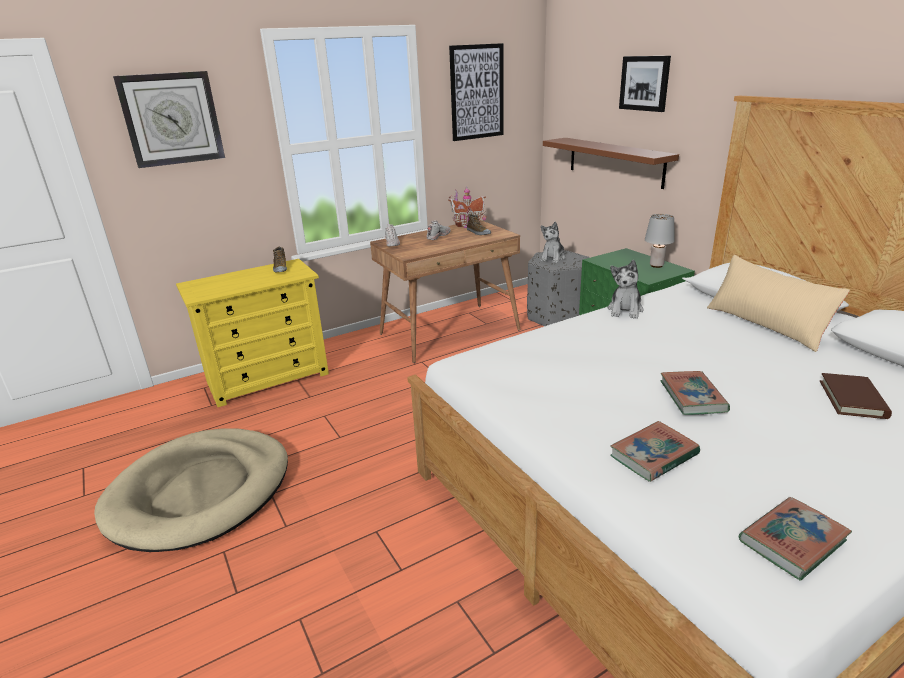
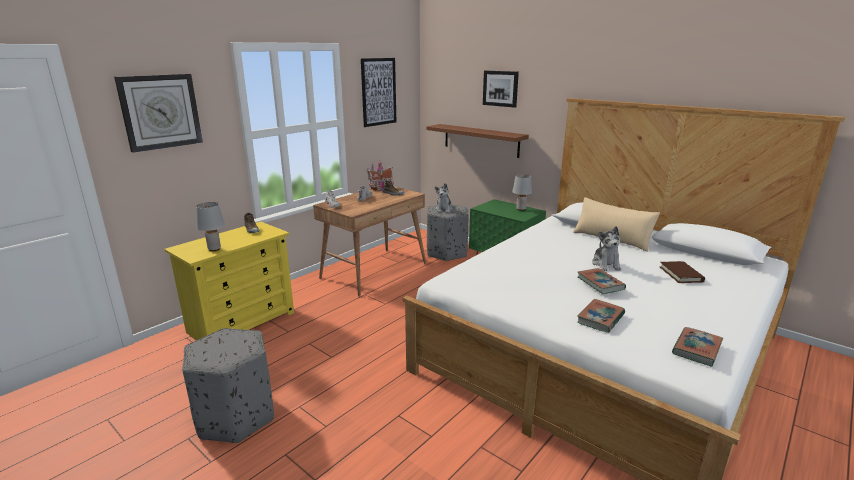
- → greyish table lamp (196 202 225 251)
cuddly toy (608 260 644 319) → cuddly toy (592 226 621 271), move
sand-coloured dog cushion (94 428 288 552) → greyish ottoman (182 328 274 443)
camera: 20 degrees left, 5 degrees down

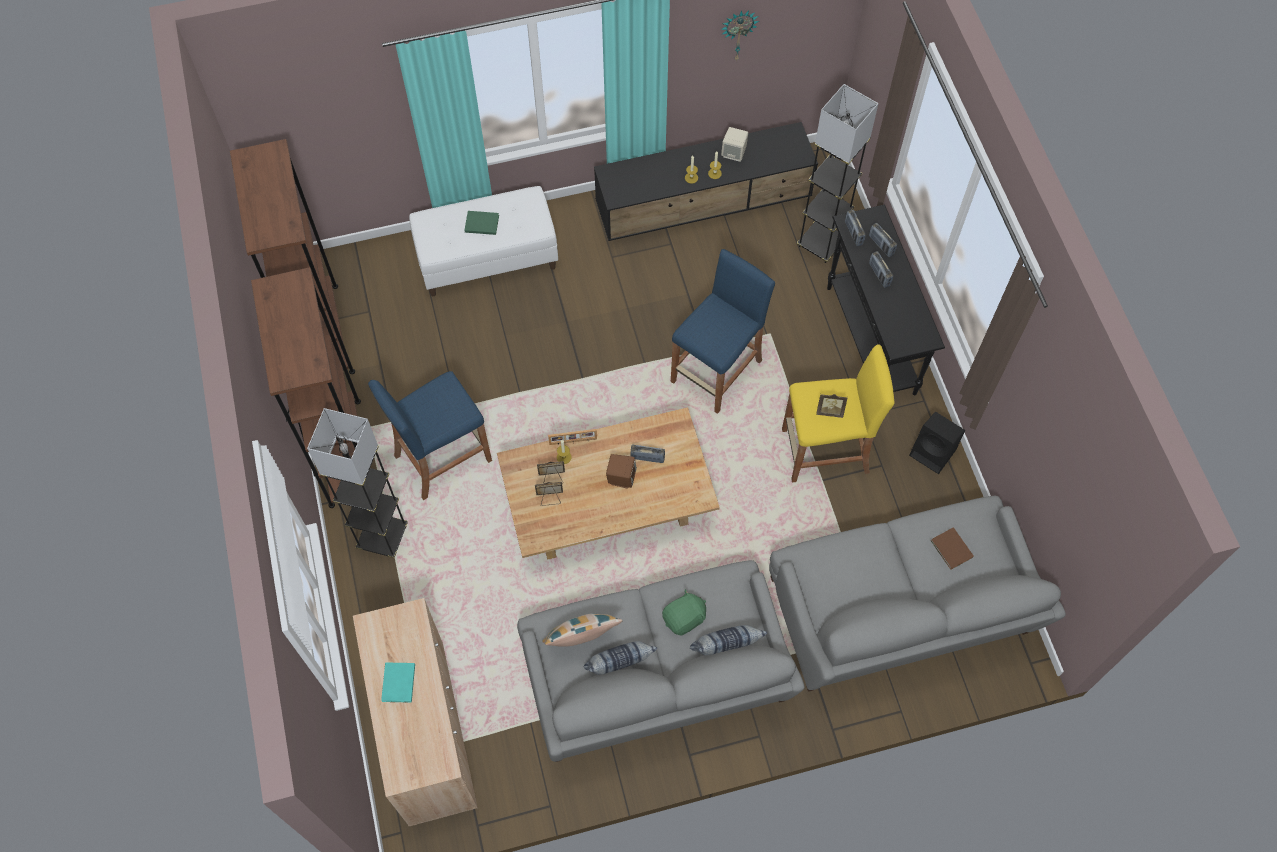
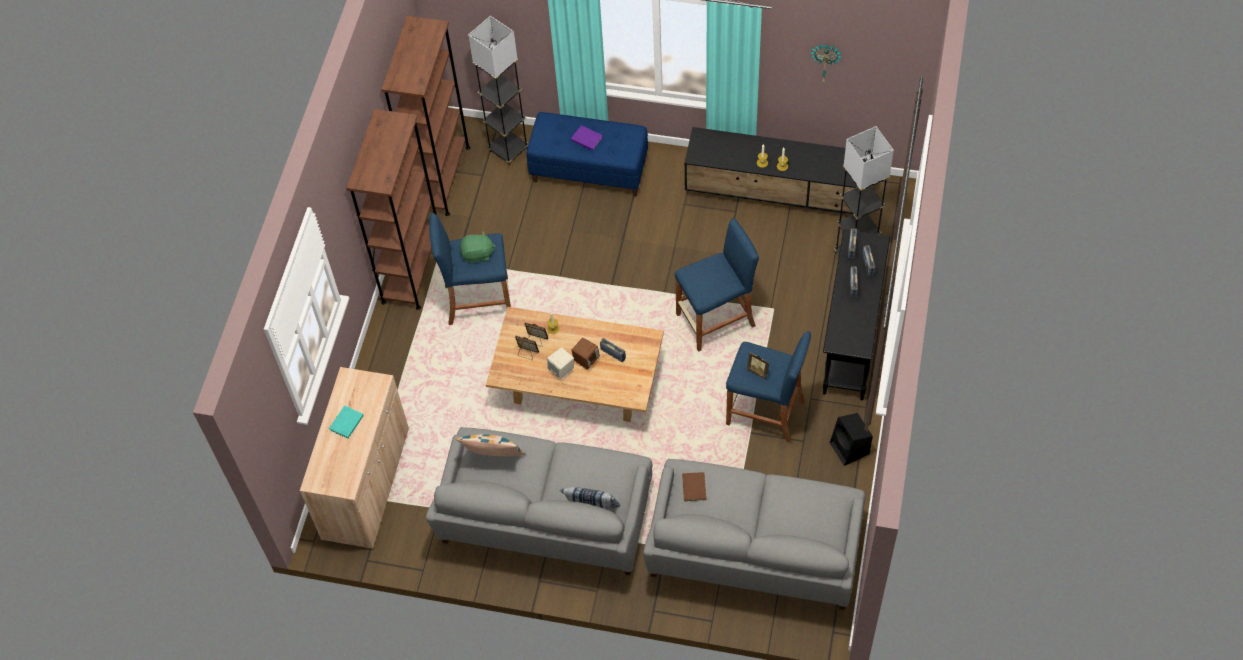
standing frame (548 429 597 445) → -
cushion (584 641 657 675) → -
greyish floor lamp (307 408 408 558) → greyish floor lamp (468 16 529 165), move
green-coloured cuddly toy (662 589 706 636) → green-coloured cuddly toy (460 231 496 263), move
sand-coloured loudspeaker (721 127 748 162) → sand-coloured loudspeaker (547 347 574 380), move
brownish book (931 527 974 570) → brownish book (682 472 706 501), move
white indoor bench (409 186 558 296) → bluish indoor bench (526 112 648 197)
green-coloured book (464 211 499 235) → purple book (571 125 603 151)
yellow-coloured stool seat (782 344 895 482) → bluish stool seat (726 331 811 443)
camera: 30 degrees right, 5 degrees down

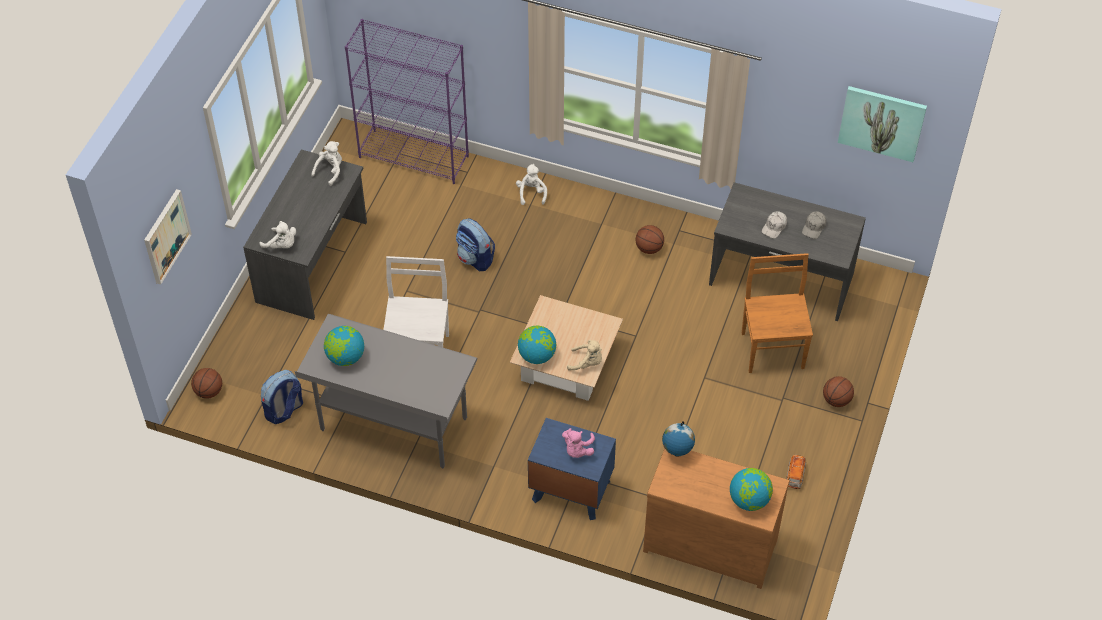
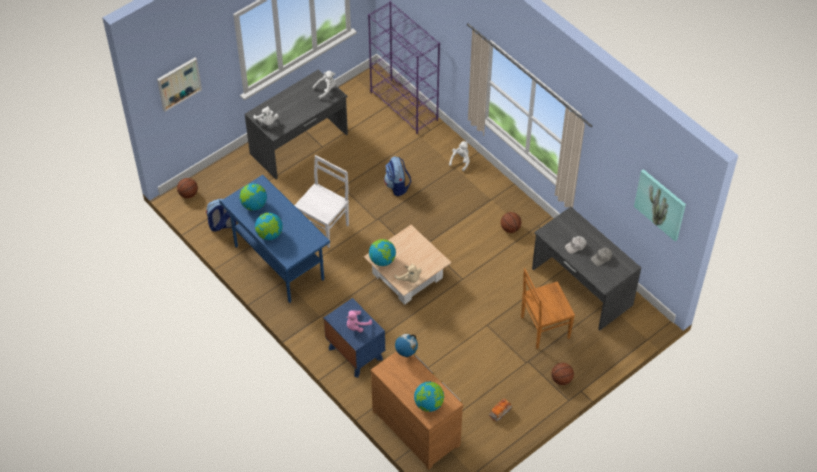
- → world globe (255 213 283 240)
greyish desk (295 314 477 469) → bluish desk (219 175 330 303)
brownish upright chair (742 253 813 373) → brownish upright chair (521 268 575 349), 135 degrees counterclockwise
camera: 30 degrees right, 0 degrees up

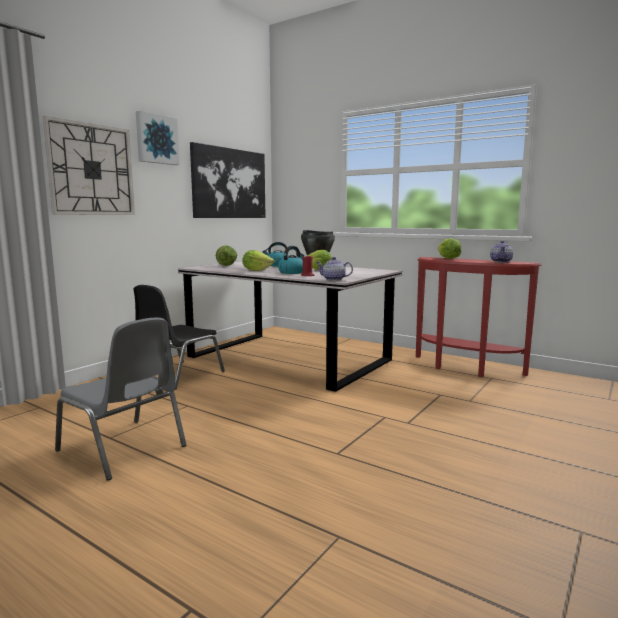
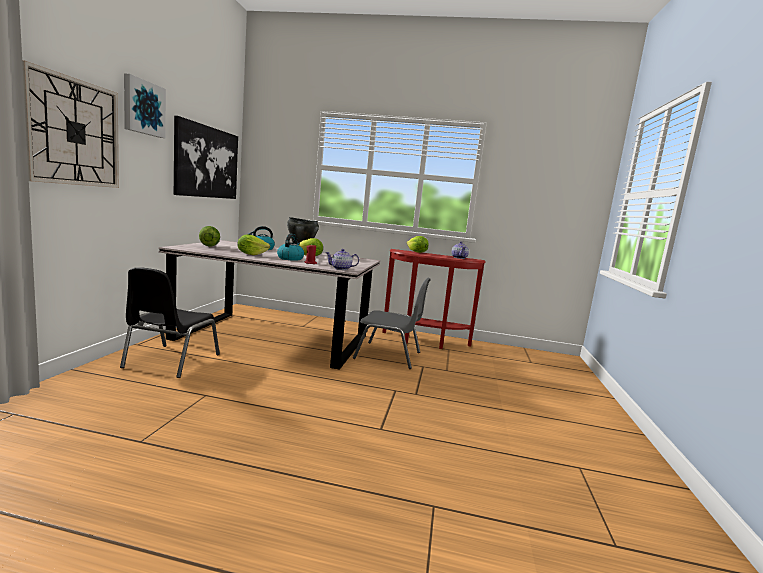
greyish upright chair (55 317 186 481) → greyish upright chair (353 277 431 369), move
camera: 25 degrees left, 0 degrees up

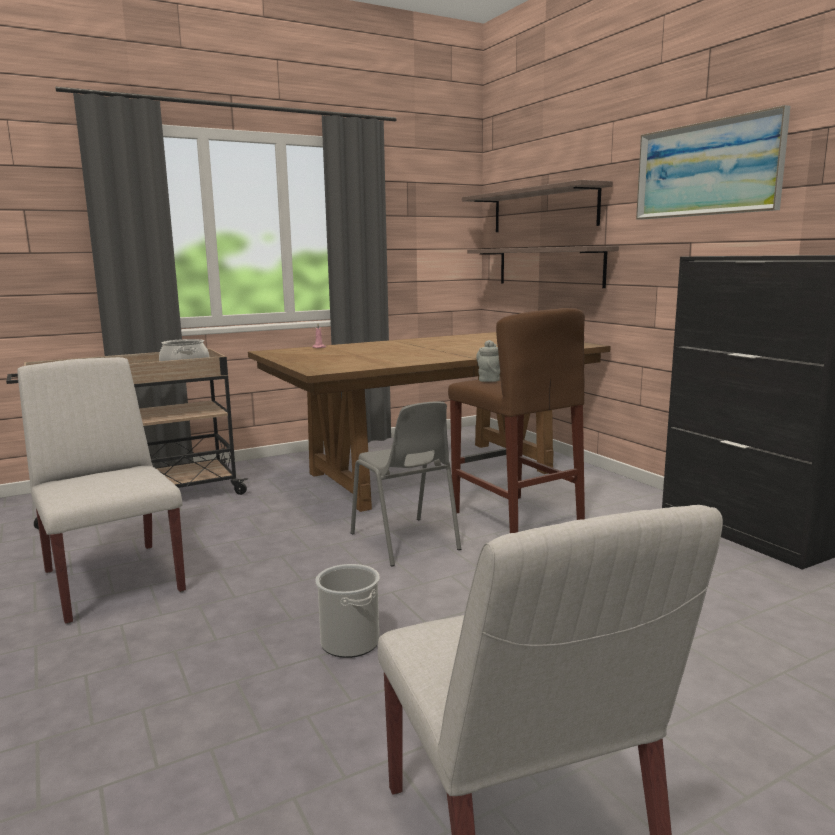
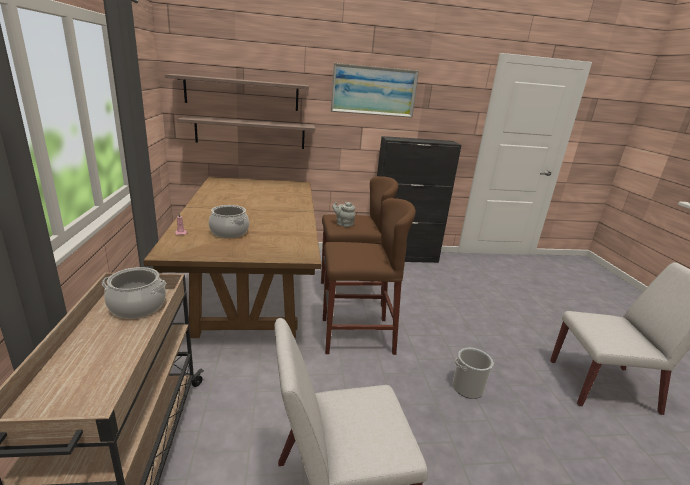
- → stockpot (209 205 249 238)
greyish upright chair (351 401 461 566) → brownish stool seat (323 198 416 355)
camera: 70 degrees left, 10 degrees up

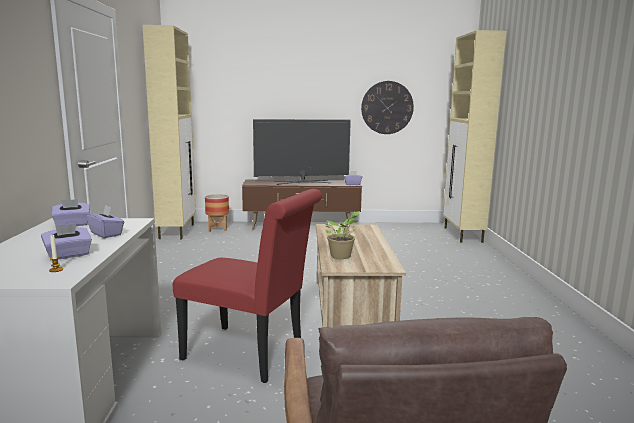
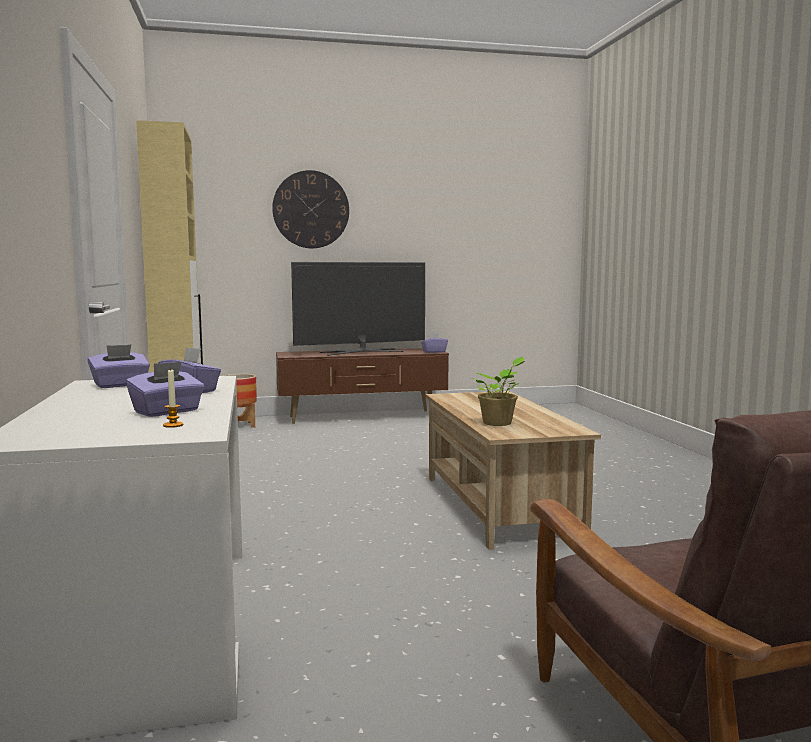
red upright chair (173 189 322 383) → -
sand-coloured cupboard (443 30 506 243) → -
clock on the wall (361 81 414 134) → clock on the wall (272 170 349 248), move
camera: 10 degrees left, 5 degrees down

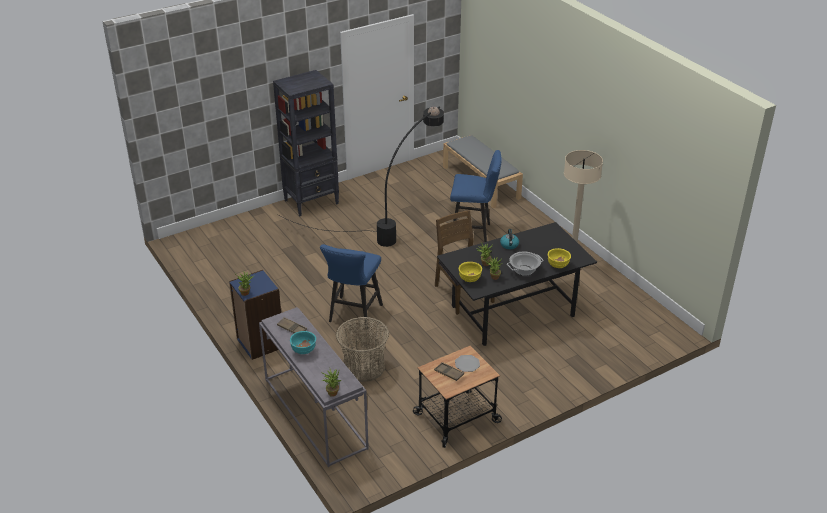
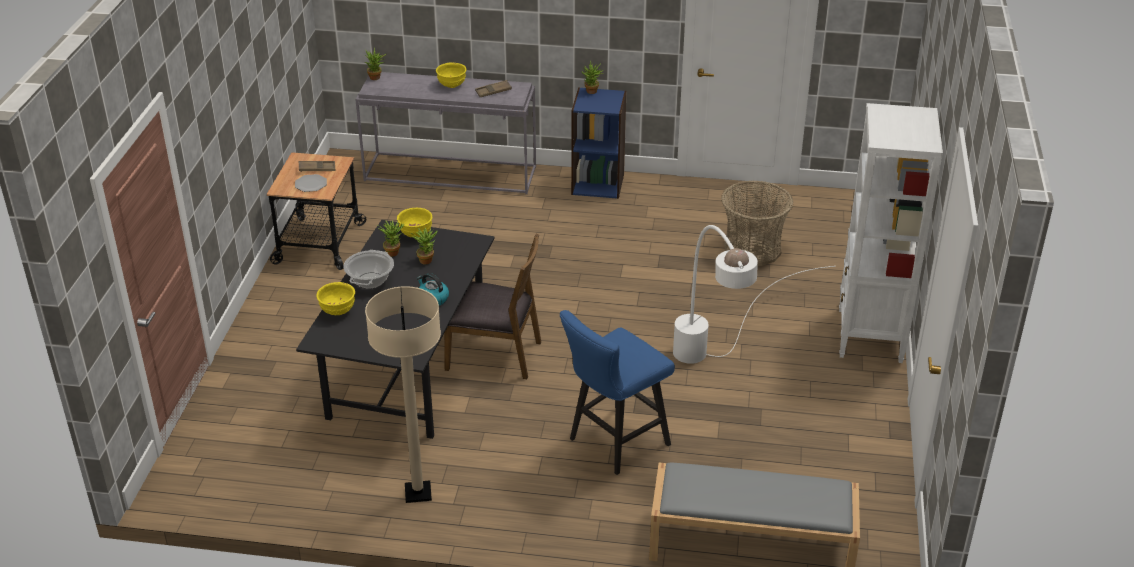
bluish stool seat (320 244 383 329) → -
household basket (336 317 389 382) → household basket (721 181 793 266), move
blackish shelving unit (273 70 339 216) → white shelving unit (839 103 943 363)
blackish floor lamp (277 106 444 247) → white floor lamp (673 225 836 364)
turquoise serving bowl (290 331 316 354) → yellow-coloured serving bowl (436 63 466 88)
camera: 130 degrees right, 0 degrees up

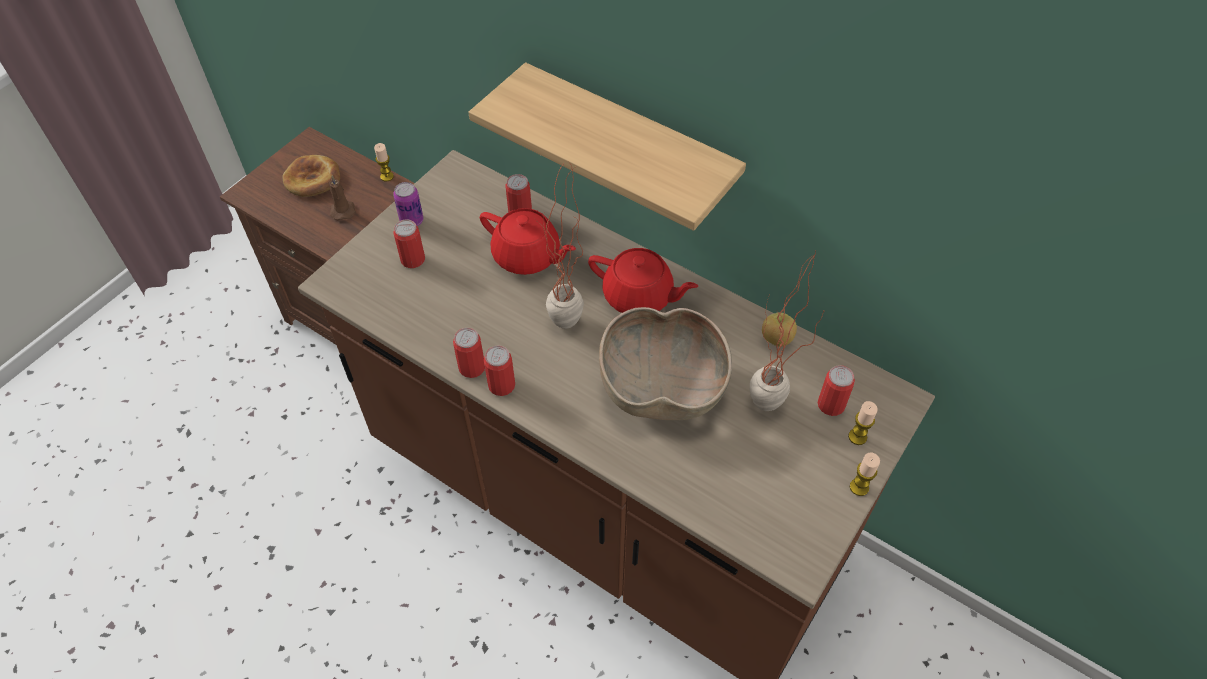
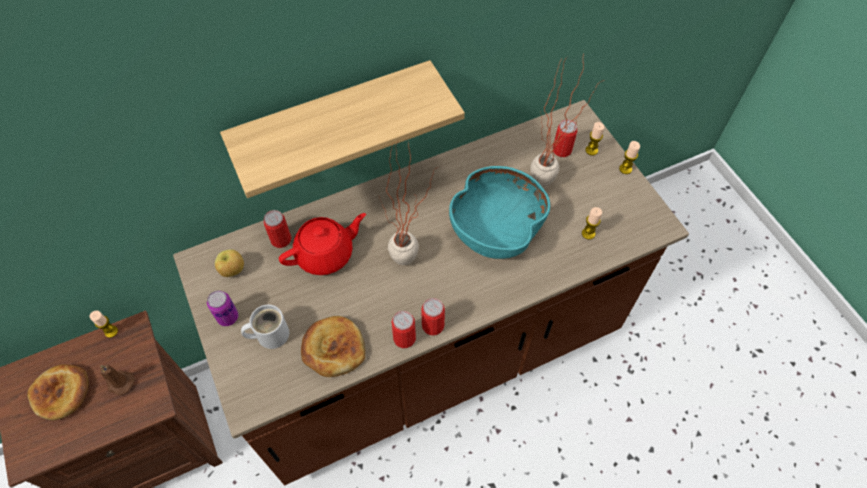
red pot for tea (588 248 698 313) → -
- → bakery bread (301 316 366 377)
- → wax candle (582 207 602 240)
apple fruit (762 312 797 347) → apple fruit (215 249 244 277), move
metal can (393 219 425 268) → white coffee mug (241 305 289 349)
brownish serving bowl (599 307 732 420) → turquoise serving bowl (449 166 550 259)
camera: 60 degrees left, 5 degrees up

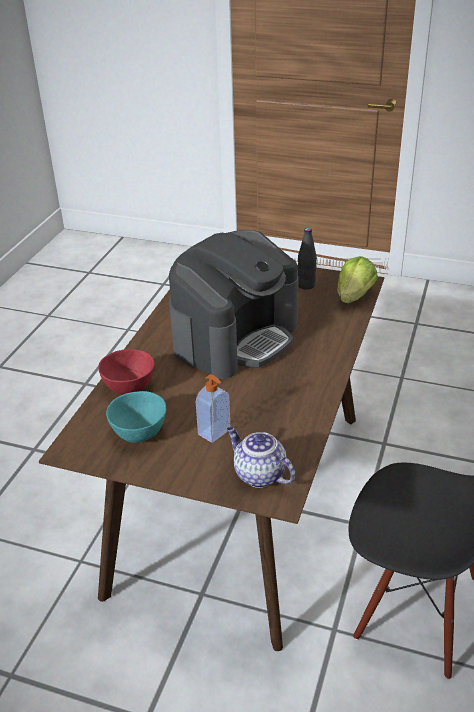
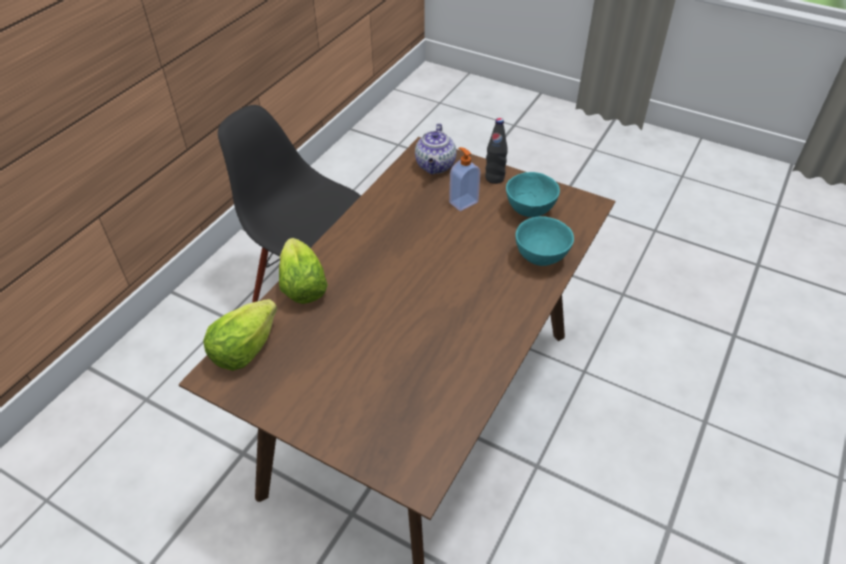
coffee machine (169 230 299 379) → -
- → lettuce head (279 238 328 304)
blackish beverage bottle (298 228 317 290) → blackish beverage bottle (485 118 508 184), move
red serving bowl (98 349 155 395) → turquoise serving bowl (515 216 574 266)
pot for tea (227 427 295 488) → pot for tea (415 123 457 174), 45 degrees clockwise
camera: 170 degrees left, 10 degrees up

